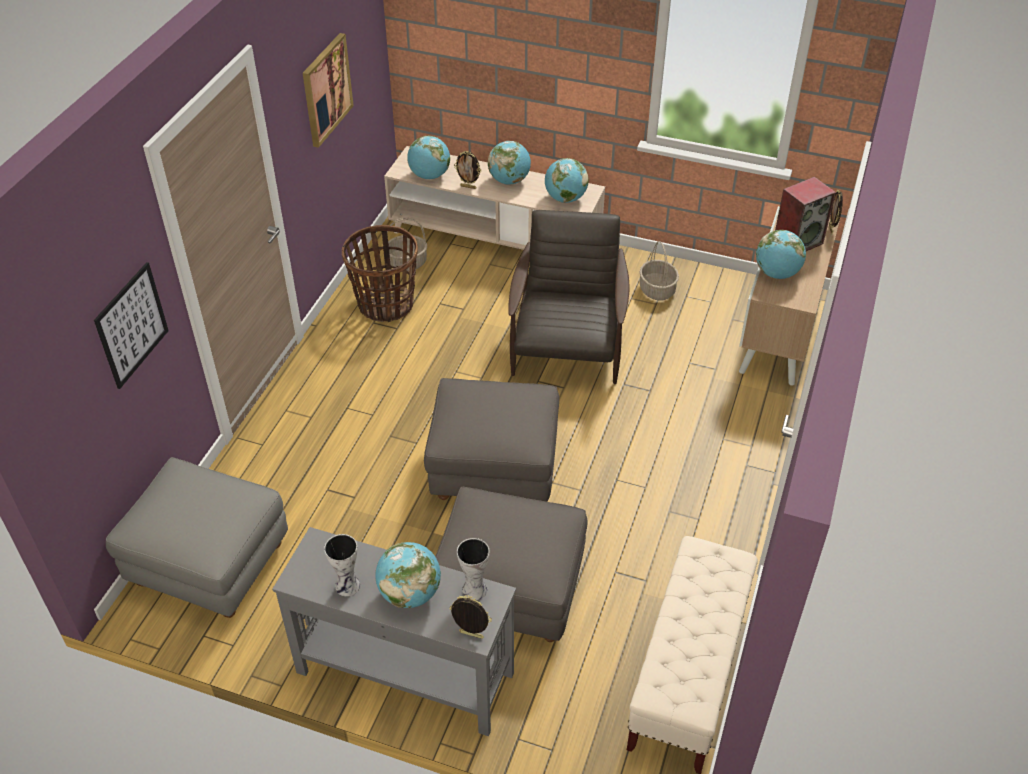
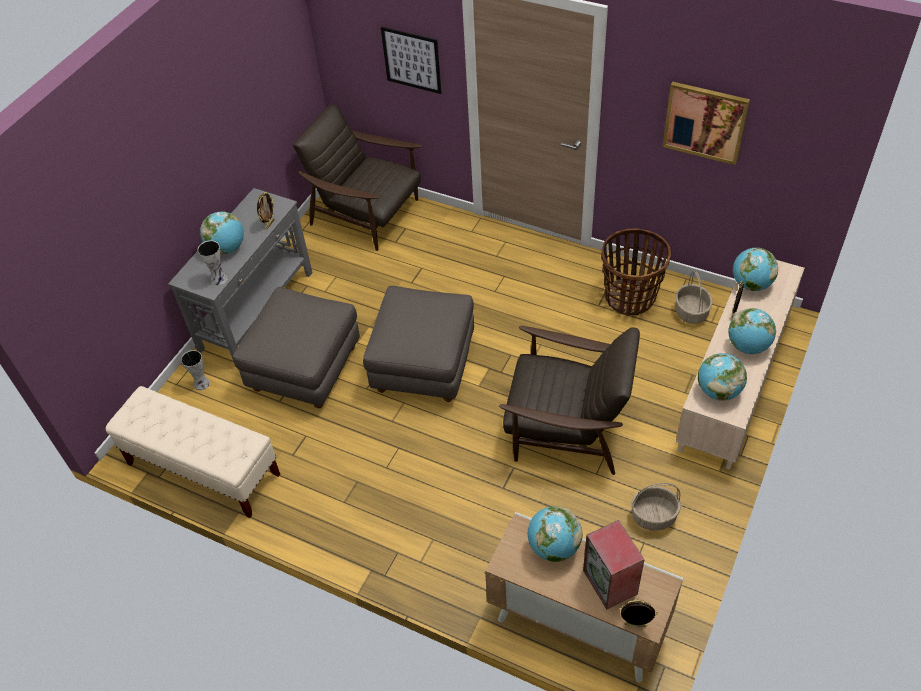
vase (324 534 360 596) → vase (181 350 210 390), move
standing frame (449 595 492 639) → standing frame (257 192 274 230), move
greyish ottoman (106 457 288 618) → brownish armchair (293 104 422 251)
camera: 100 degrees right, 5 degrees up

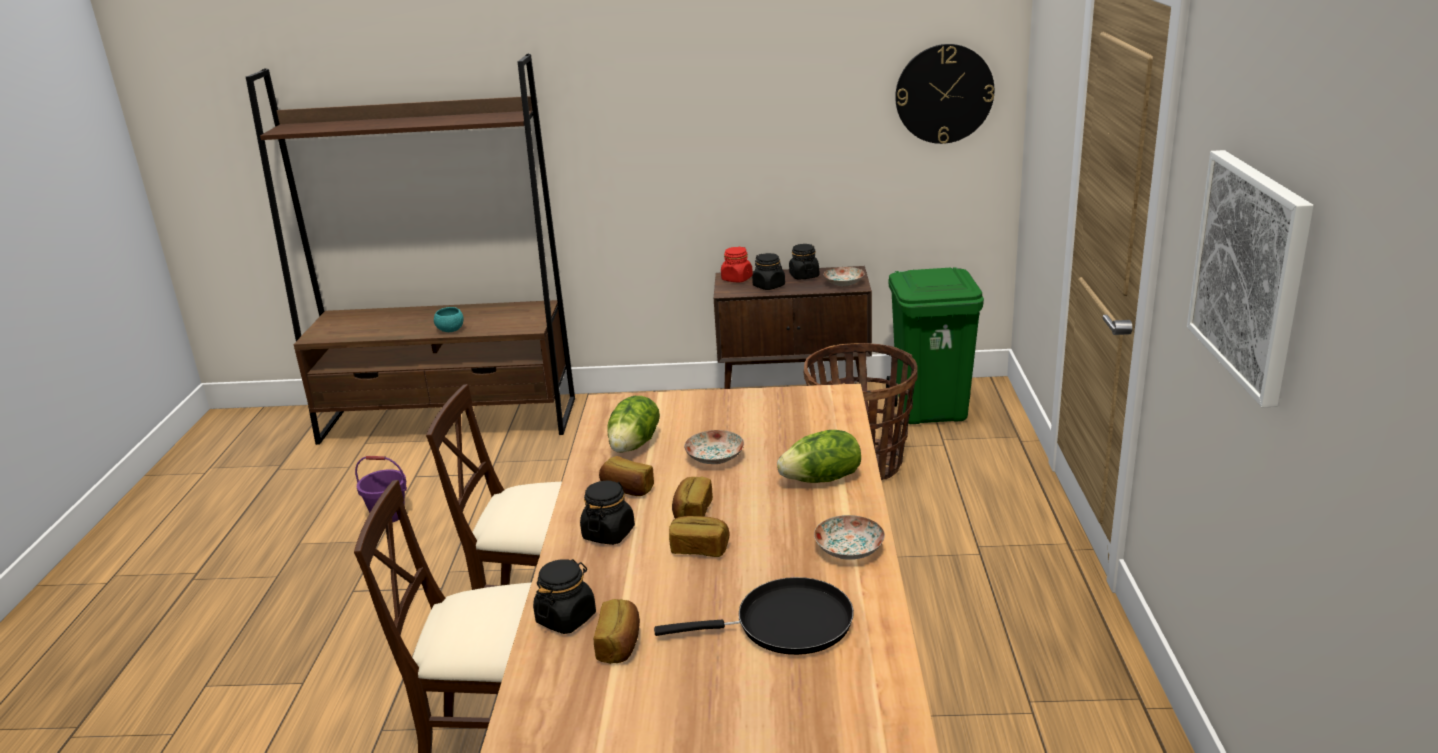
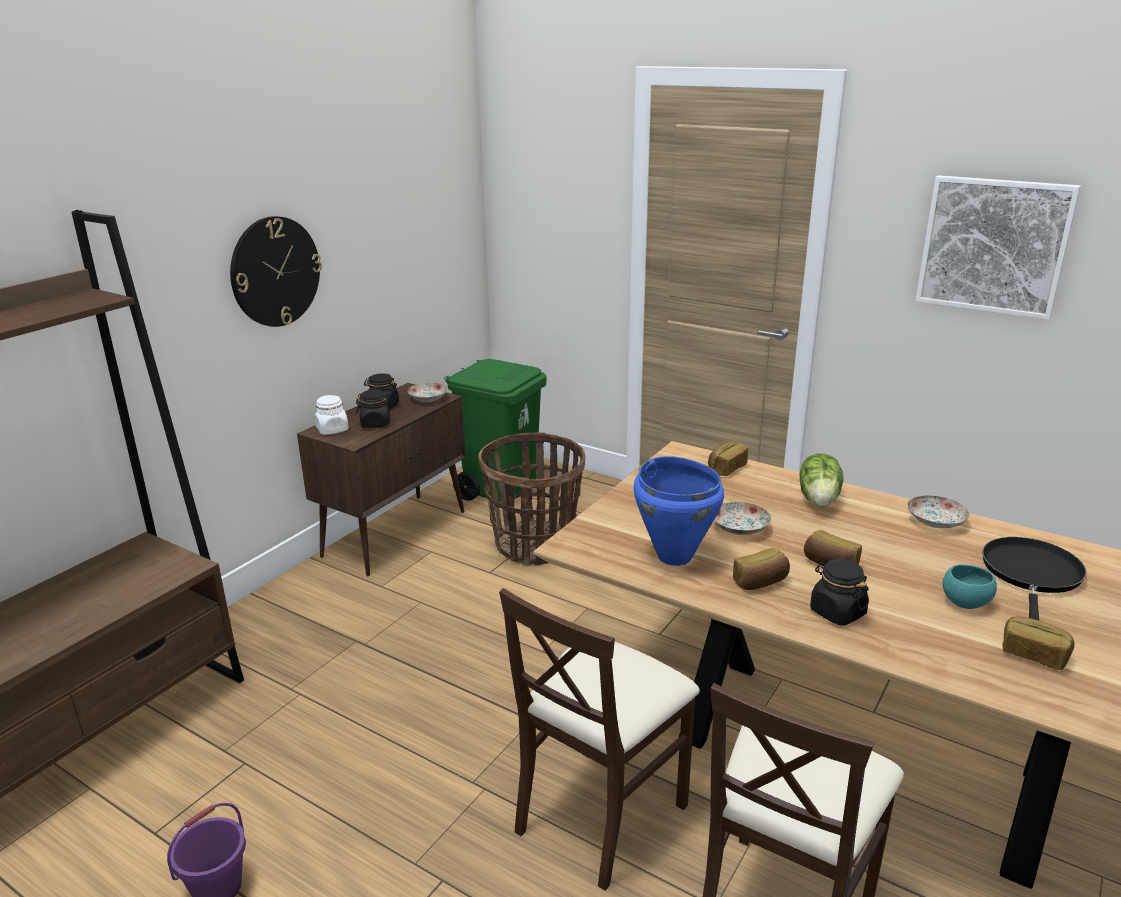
blackish jar (533 559 596 634) → -
turquoise serving bowl (434 307 463 332) → turquoise serving bowl (943 564 997 609), move
bakery bread (669 516 730 557) → bakery bread (708 442 748 476), move
clock on the wall (895 44 994 144) → clock on the wall (230 216 322 327), move
lettuce head (607 396 660 453) → bluish stockpot (634 456 724 566)
red jar (721 247 753 282) → white jar (315 395 349 435)
camera: 60 degrees left, 0 degrees up

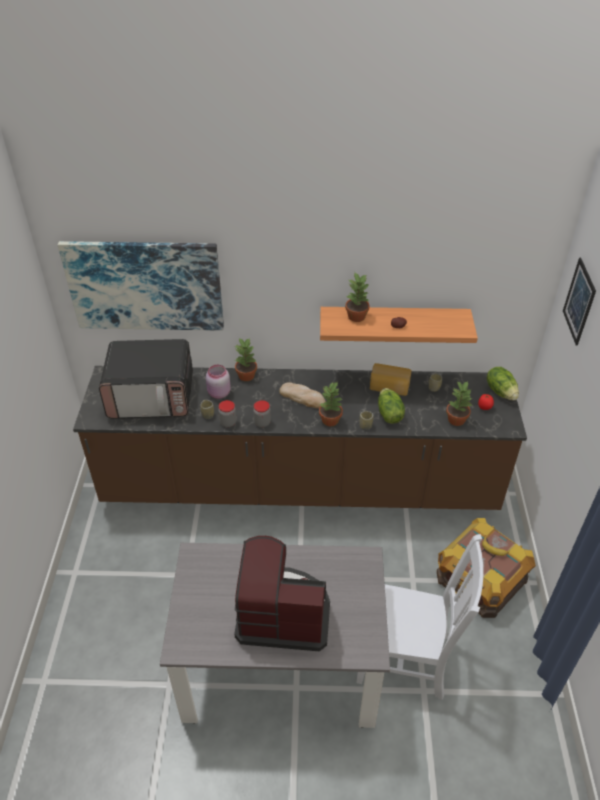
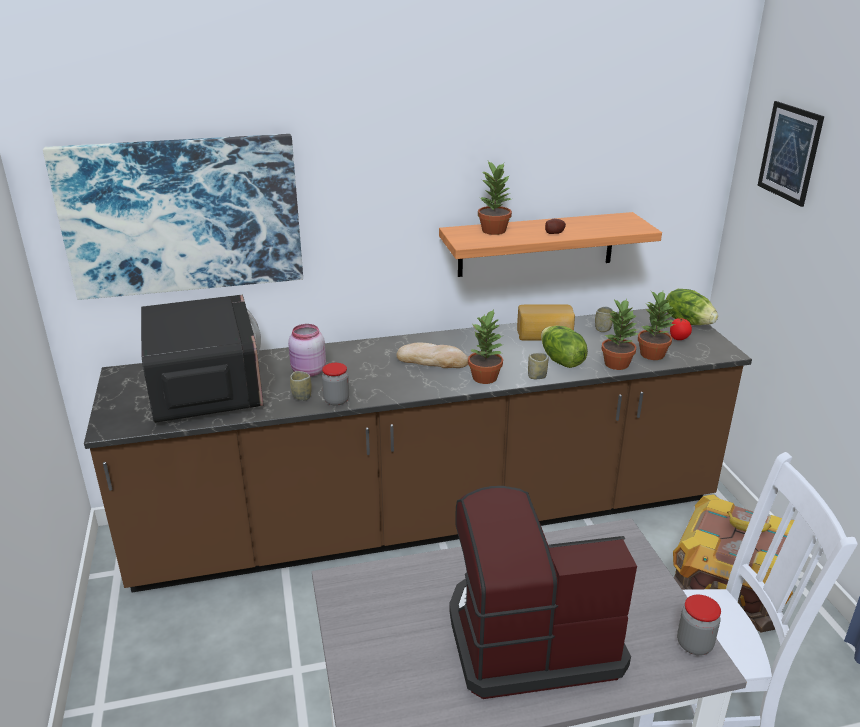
plant in a pot (235 338 257 381) → plant in a pot (601 299 639 370), move
jar (253 400 271 427) → jar (677 595 721 655), move
microwave oven (99 339 193 419) → microwave oven (141 295 263 423), 90 degrees counterclockwise
camera: 15 degrees left, 15 degrees down

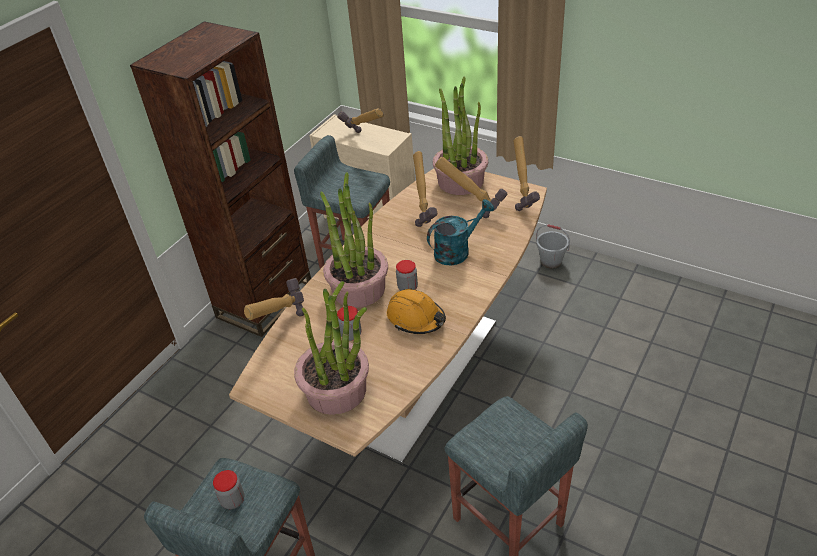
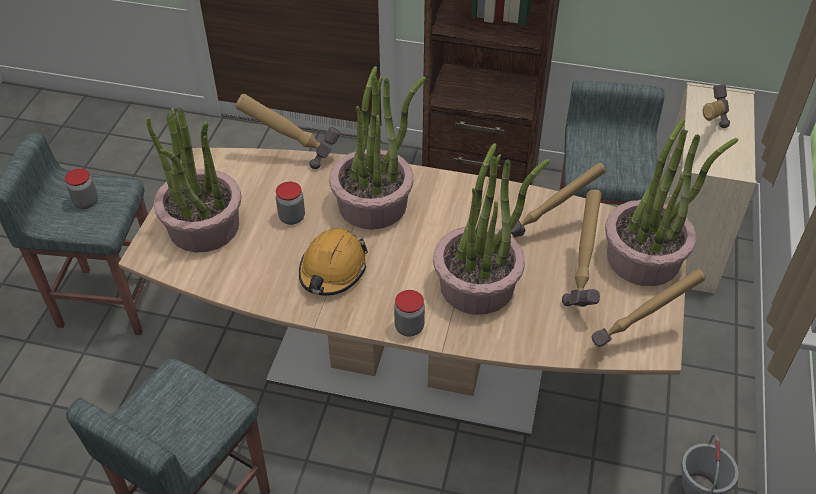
jar (396 260 418 291) → jar (394 290 425 337), move
turquoise watering can (427 199 494 266) → plant in a pot (433 143 550 315)
camera: 70 degrees right, 5 degrees up

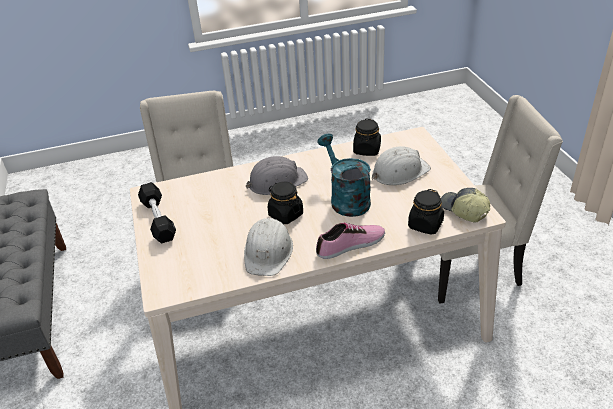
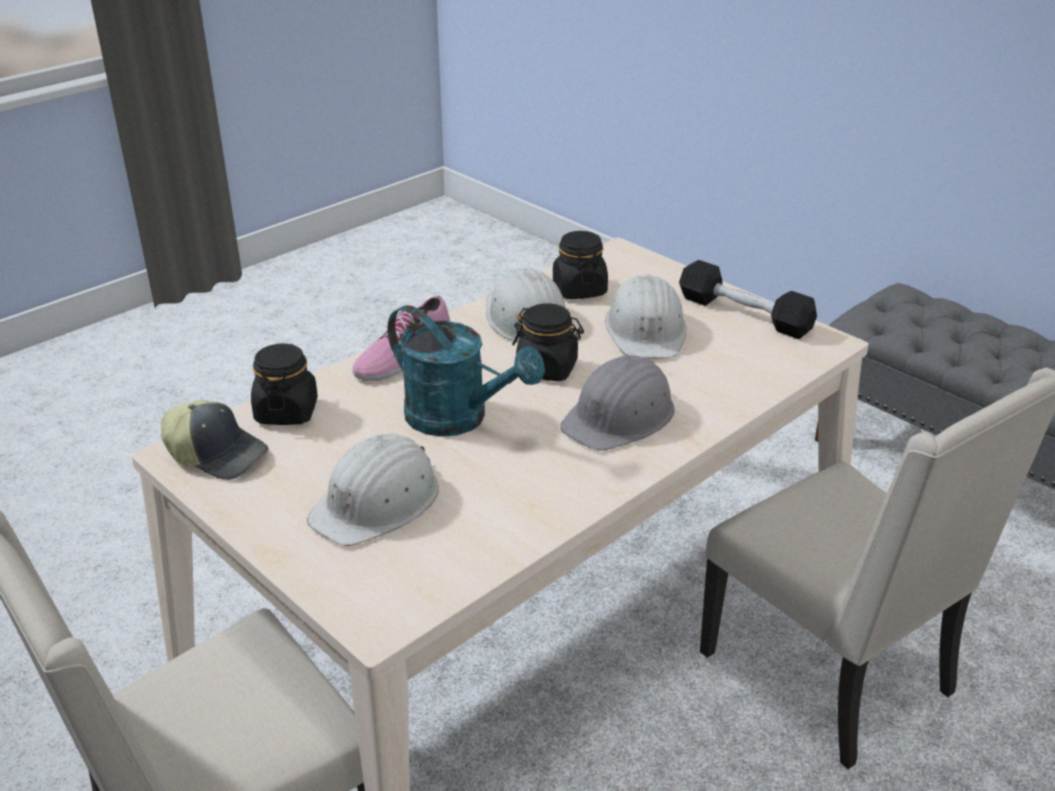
- → white hard hat (605 275 687 358)
blackish jar (353 118 381 156) → blackish jar (553 231 608 299), move
camera: 150 degrees right, 5 degrees down

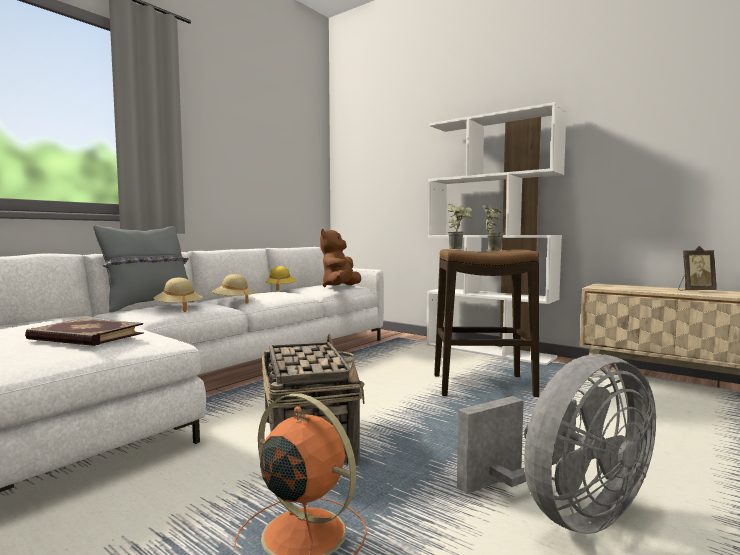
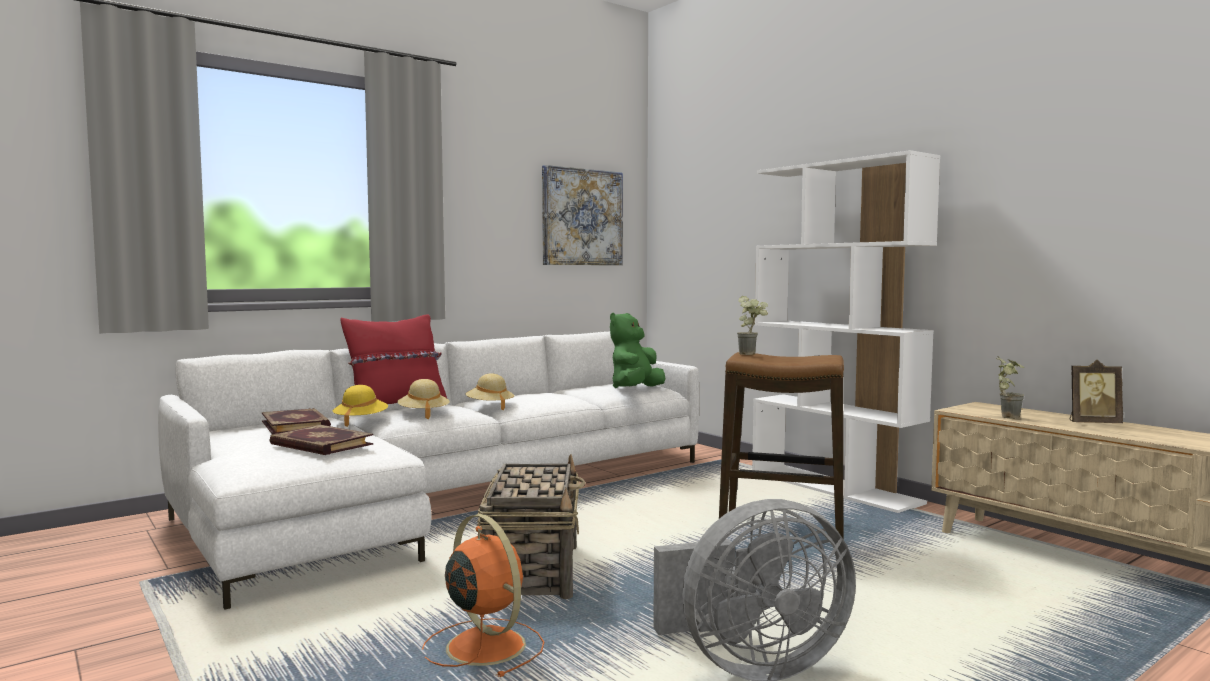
- → book (262 408 331 435)
- → picture (542 165 623 265)
yellow-coloured wearable hat (265 266 296 291) → yellow-coloured wearable hat (333 385 388 427), move
plant in a pot (484 204 503 251) → plant in a pot (996 356 1024 419), move
greyish cushion (93 225 194 312) → red cushion (340 315 447 404)
brownish cuddly toy (320 229 361 287) → green-coloured cuddly toy (610 313 665 388)
camera: 15 degrees right, 0 degrees up

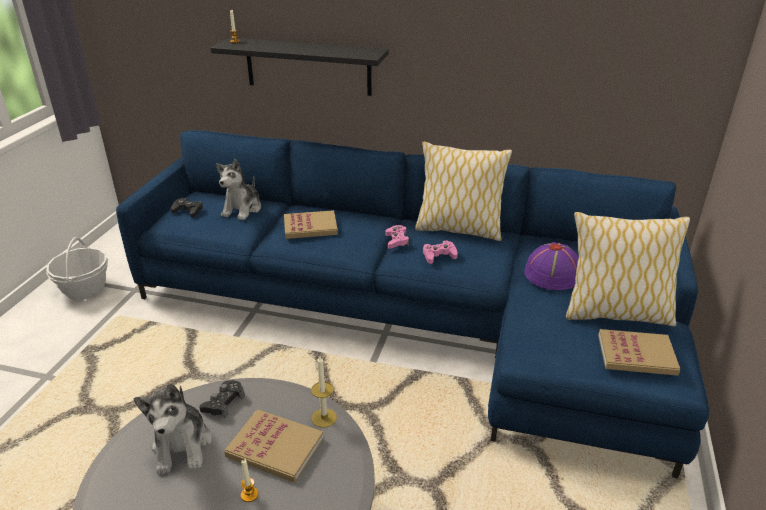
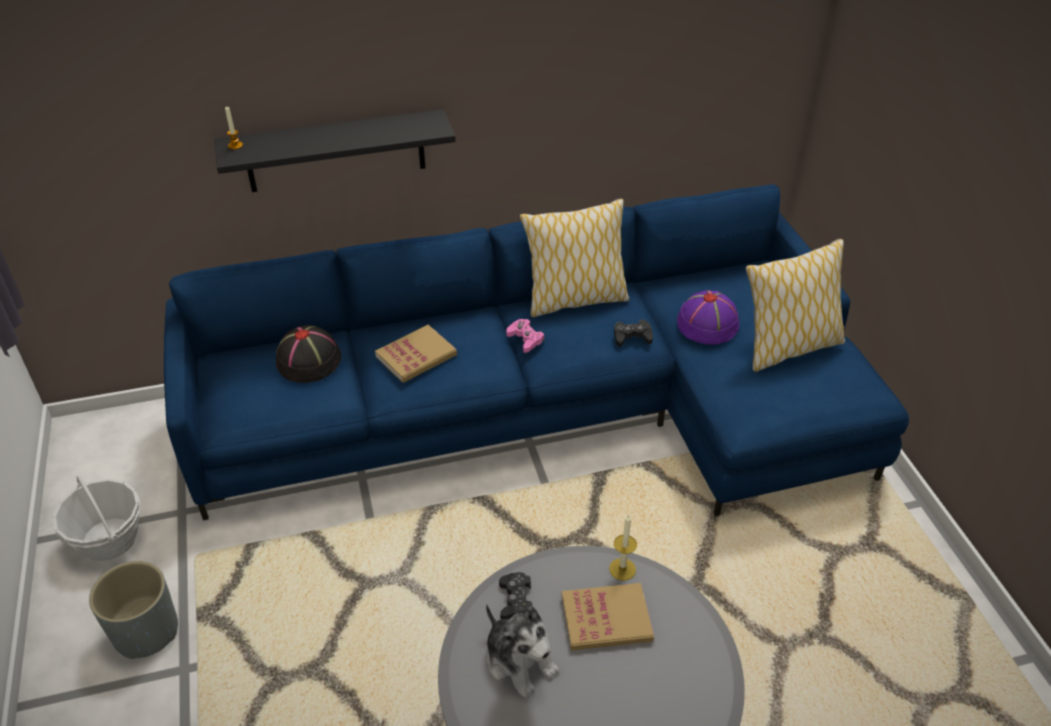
wax candle (241 460 258 502) → -
pink-coloured gamepad (423 240 458 264) → -
book (598 329 680 376) → -
- → greyish planter (89 561 178 659)
blackish gamepad (171 198 203 218) → blackish gamepad (614 320 653 347), move
cuddly toy (216 159 261 220) → blackish wearable hat (276 325 341 383)
camera: 30 degrees left, 10 degrees up

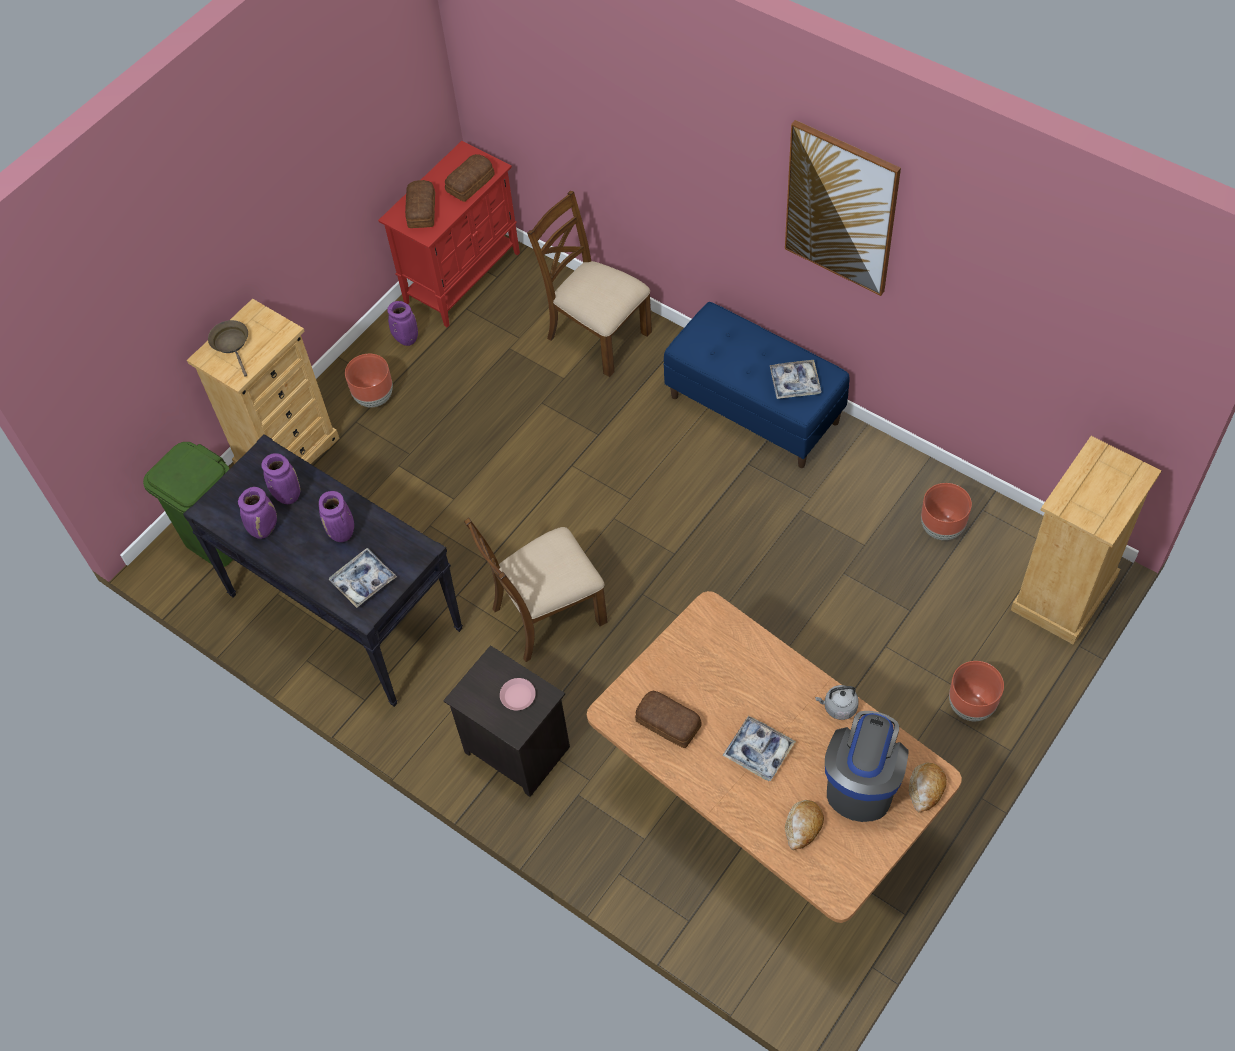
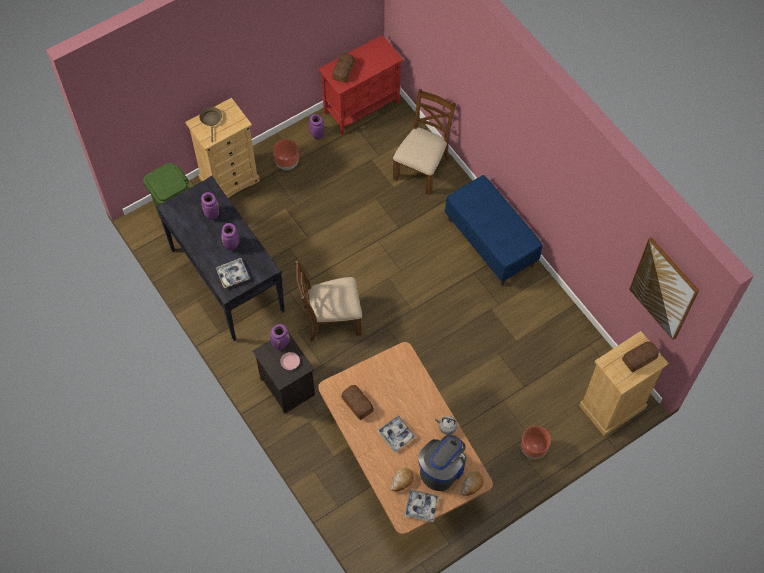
brownish planter (921 483 972 540) → -
purple vase (238 487 277 539) → purple vase (270 324 290 350), move
bakery bread (445 154 495 202) → bakery bread (622 341 659 372), move
tray (769 360 822 399) → tray (404 489 439 522), move
picture (785 120 901 296) → picture (629 237 699 340), move
brownish upright chair (527 191 652 377) → brownish upright chair (393 89 456 195), 60 degrees clockwise
camera: 15 degrees right, 5 degrees up

